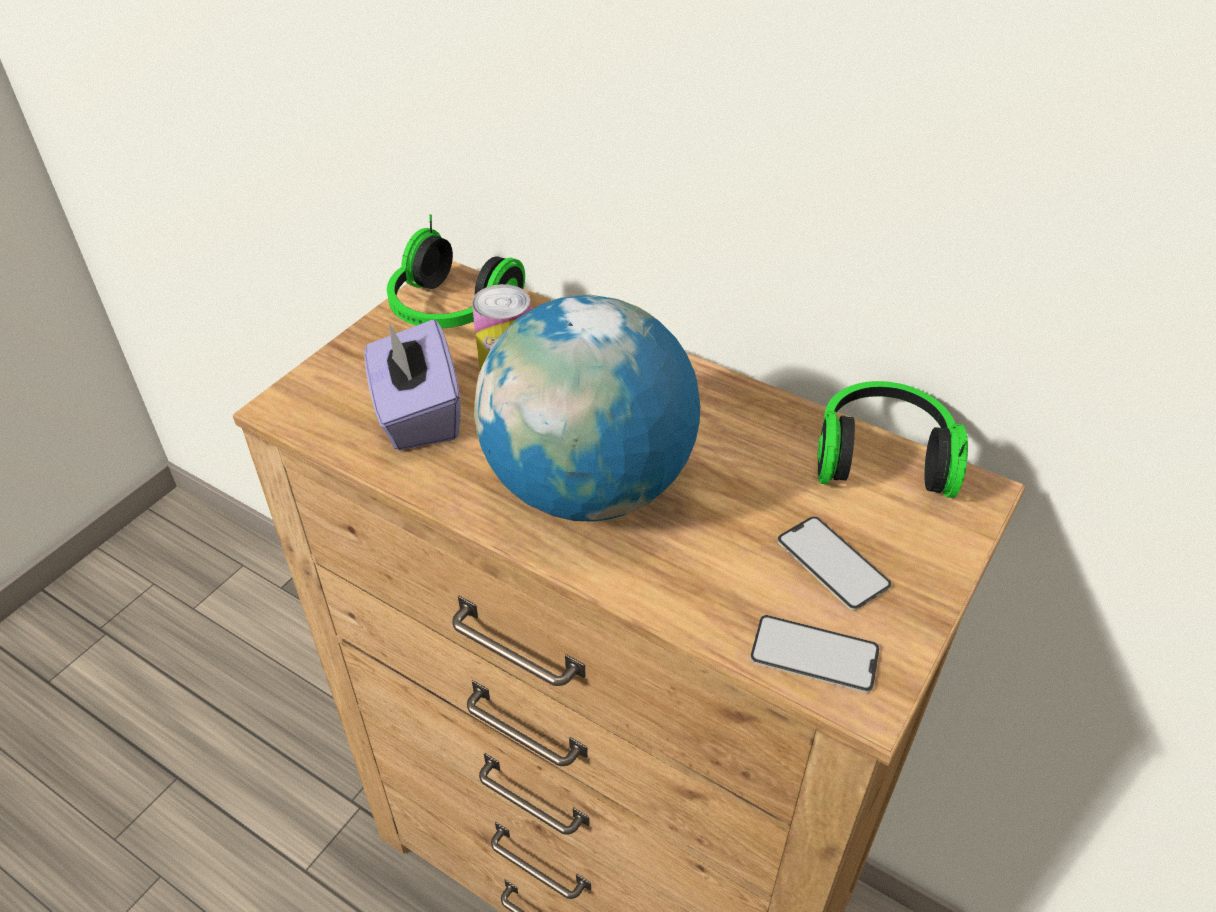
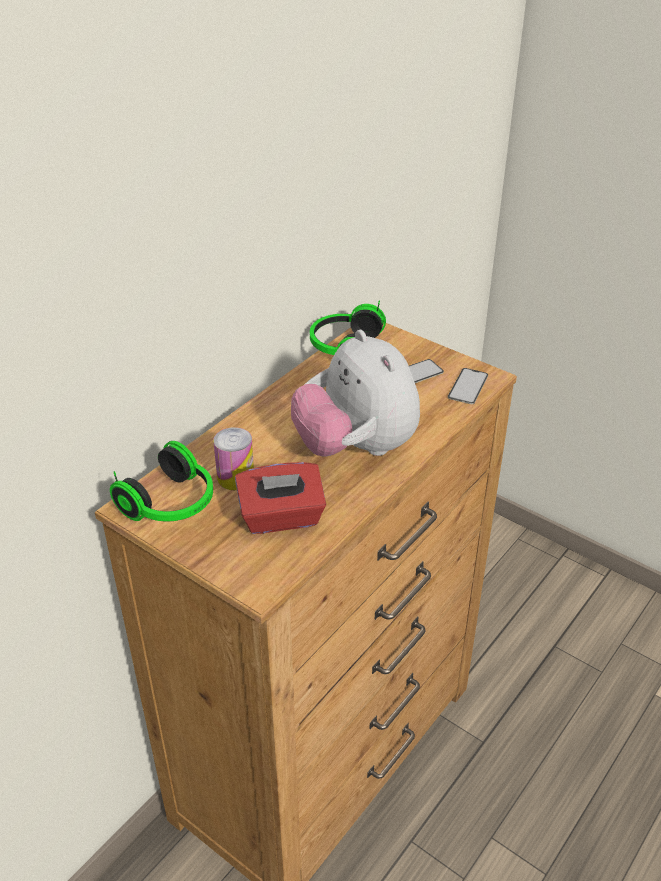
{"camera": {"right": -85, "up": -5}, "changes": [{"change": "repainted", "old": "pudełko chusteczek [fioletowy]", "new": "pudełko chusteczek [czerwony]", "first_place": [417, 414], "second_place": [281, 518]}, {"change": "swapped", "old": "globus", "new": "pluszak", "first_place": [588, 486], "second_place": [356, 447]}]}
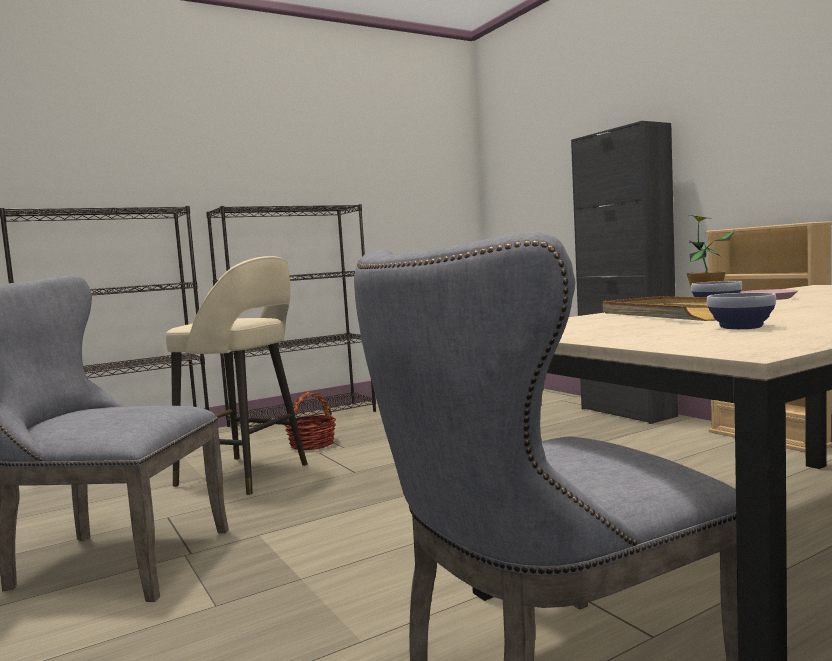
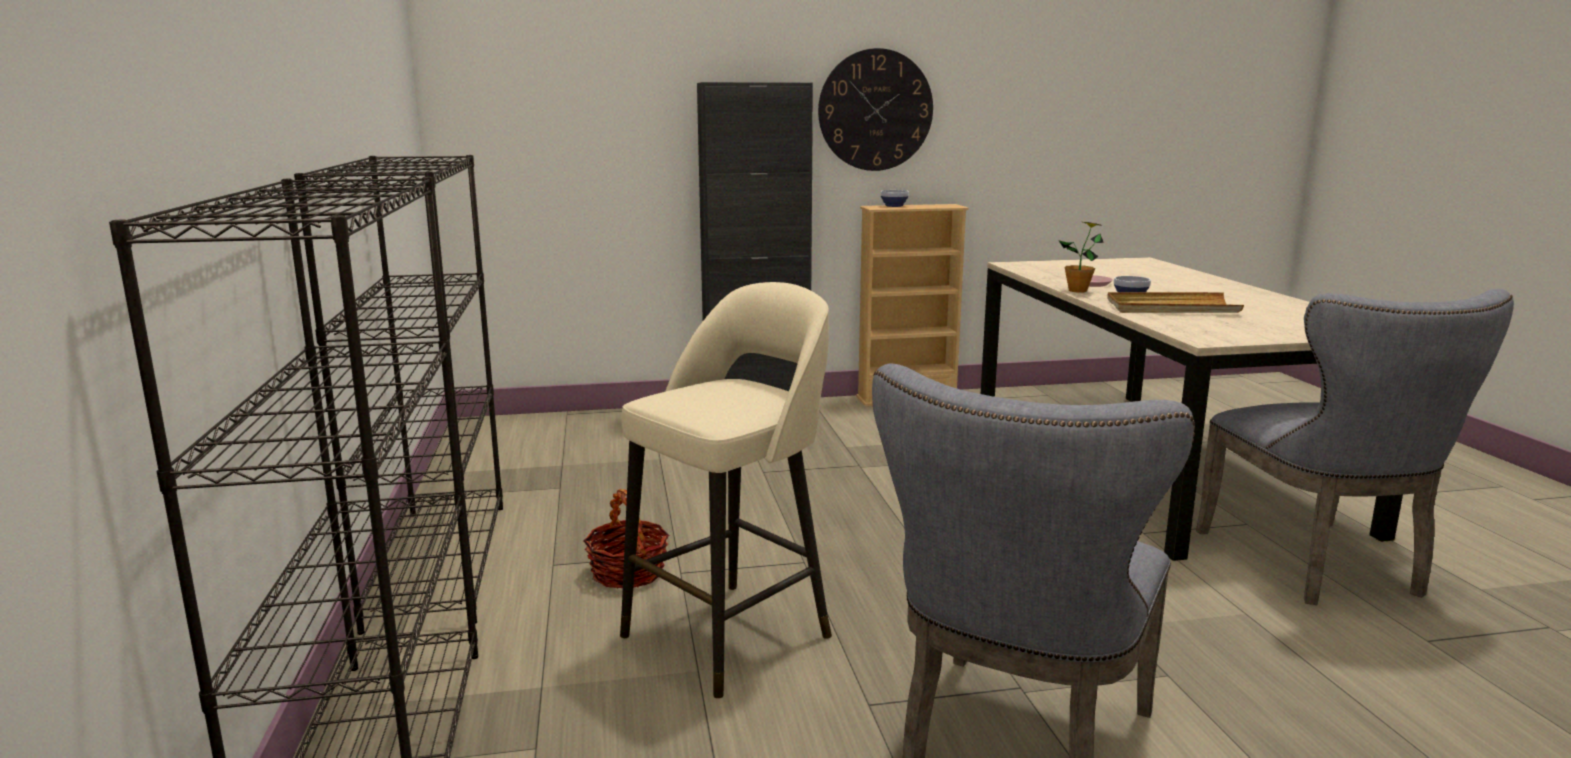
{"camera": {"right": -70, "up": 10}, "changes": [{"change": "new", "new": "zegar ścienny", "second_place": [875, 110]}, {"change": "shifted", "old": "miska", "first_place": [742, 327], "second_place": [895, 206]}]}
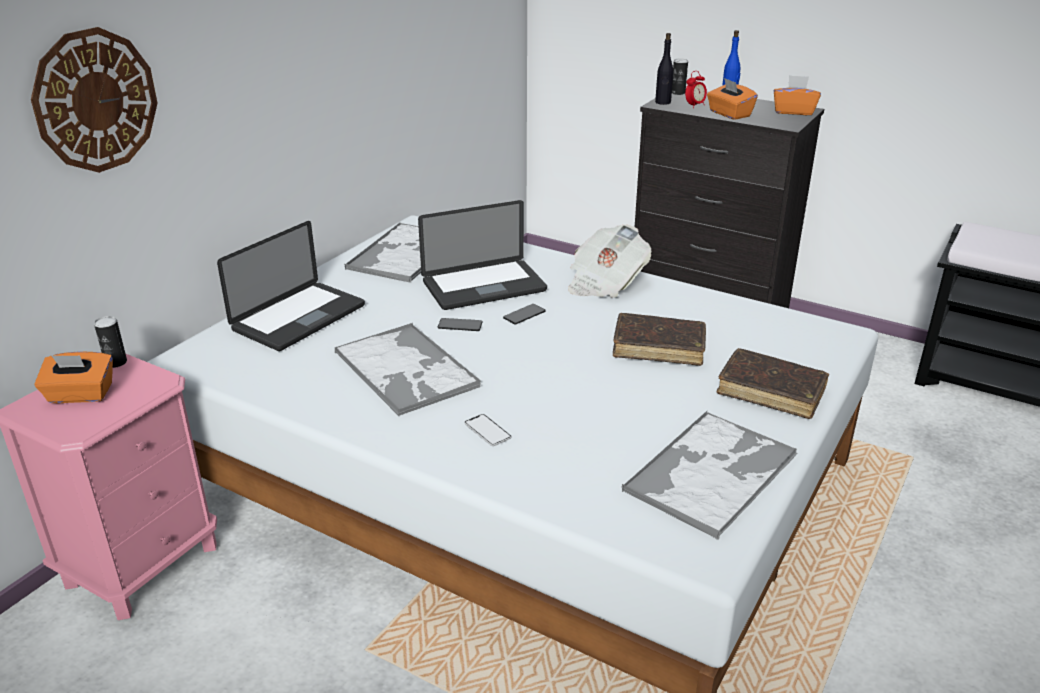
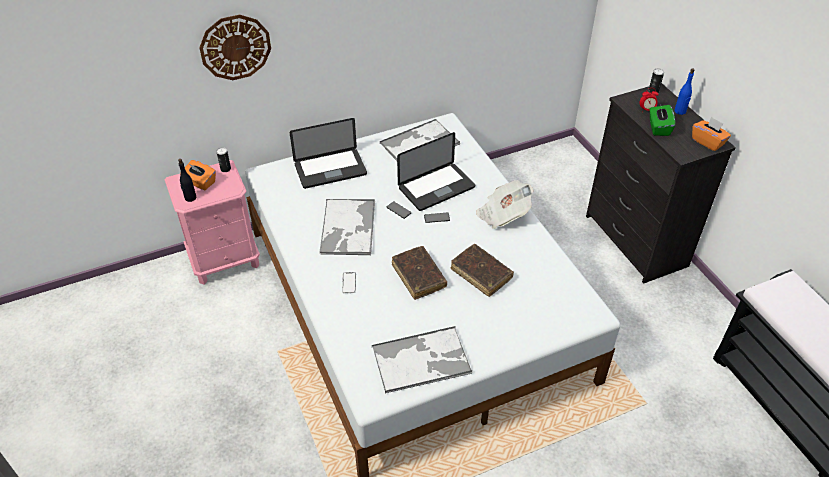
{"camera": {"right": 35, "up": 15}, "changes": [{"change": "shifted", "old": "butelka [czarny]", "first_place": [663, 102], "second_place": [190, 198]}, {"change": "shifted", "old": "książka [brązowy]", "first_place": [771, 392], "second_place": [418, 276]}, {"change": "rotated", "old": "laptop", "first_place": [484, 287], "second_place": [436, 188], "degrees": -45}, {"change": "repainted", "old": "pudełko chusteczek [pomarańczowy]", "new": "pudełko chusteczek [zielony]", "first_place": [729, 114], "second_place": [658, 128]}]}
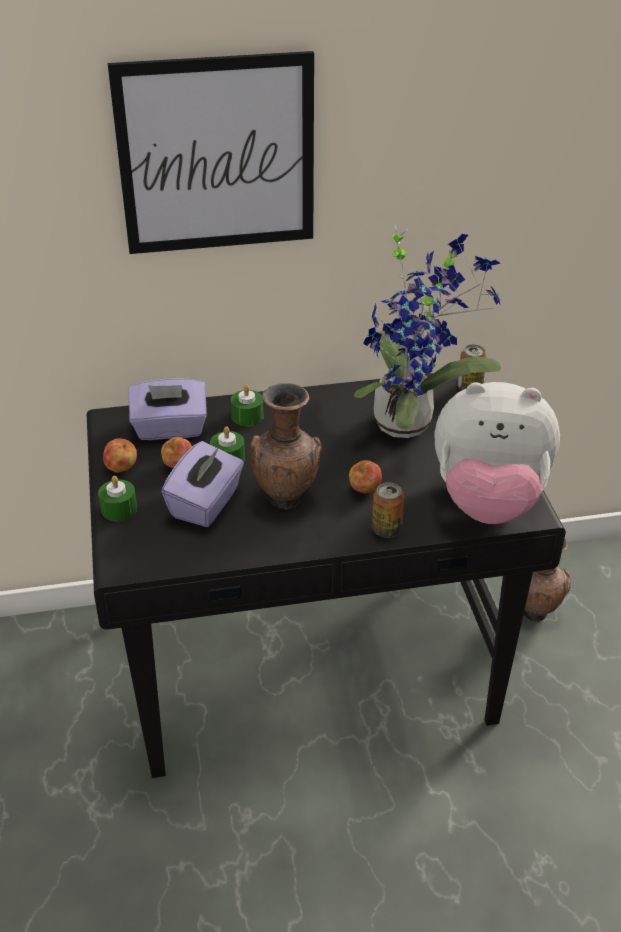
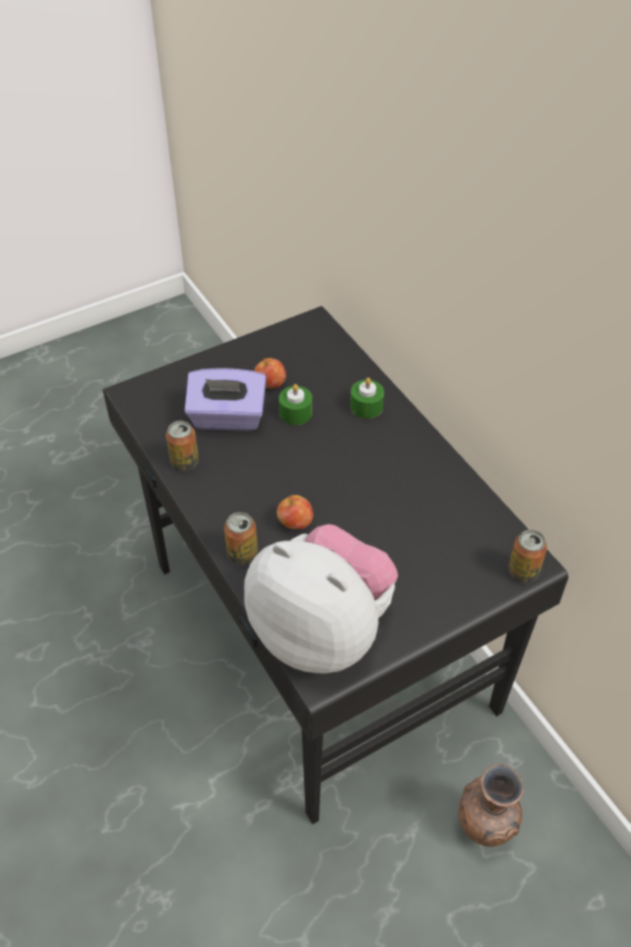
{"camera": {"right": 70, "up": 10}, "changes": [{"change": "new", "new": "puszka", "second_place": [185, 463]}, {"change": "rotated", "old": "pluszak", "first_place": [488, 501], "second_place": [322, 631], "degrees": 135}, {"change": "gone", "old": "świeca [zielony]", "first_place": [119, 509]}, {"change": "gone", "old": "jabłko", "first_place": [121, 468]}, {"change": "gone", "old": "obraz", "first_place": [217, 155]}, {"change": "gone", "old": "pudełko chusteczek [fioletowy]", "first_place": [170, 429]}, {"change": "gone", "old": "wazon [brązowy]", "first_place": [286, 499]}, {"change": "gone", "old": "roślina doniczkowa", "first_place": [410, 421]}]}
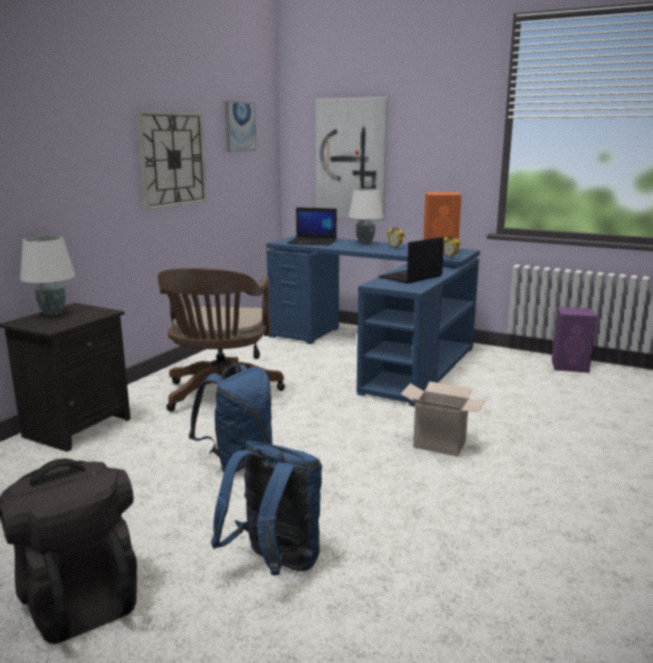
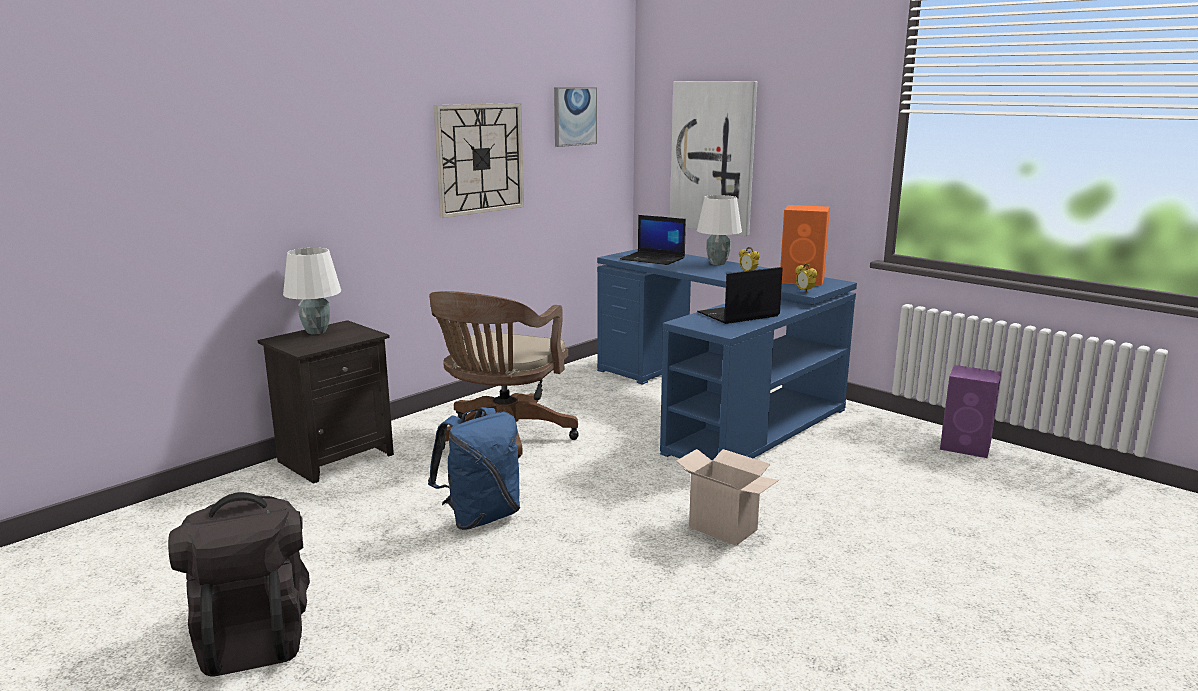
{"camera": {"right": 15, "up": 0}, "changes": [{"change": "gone", "old": "plecak [niebieski]", "first_place": [274, 564]}]}
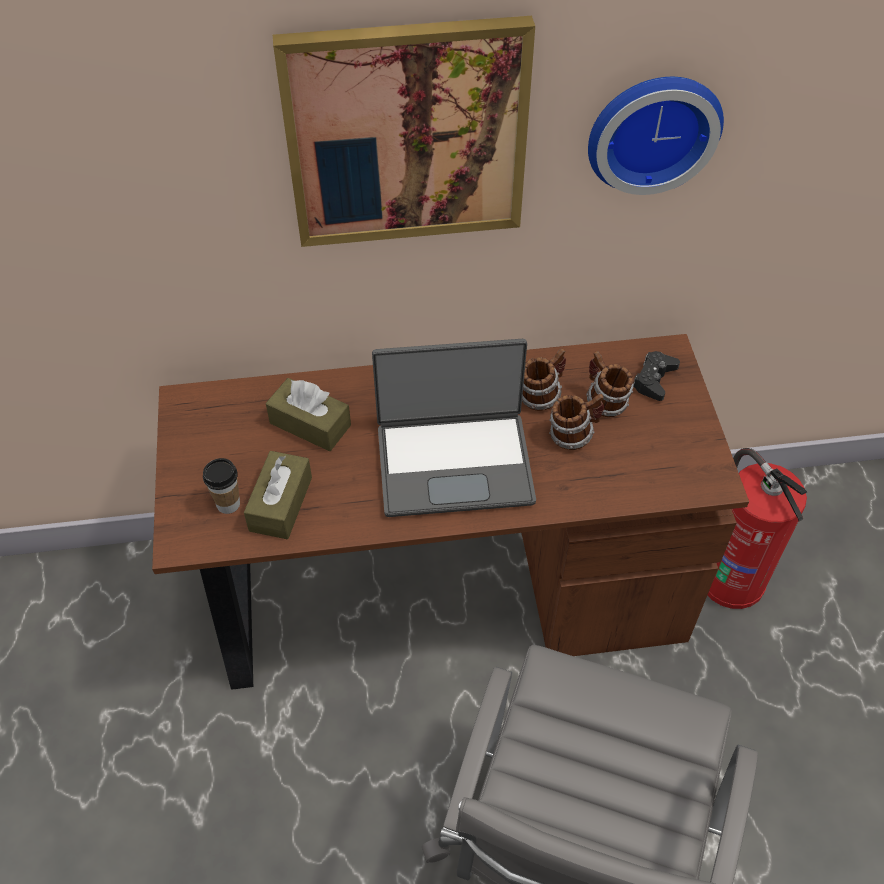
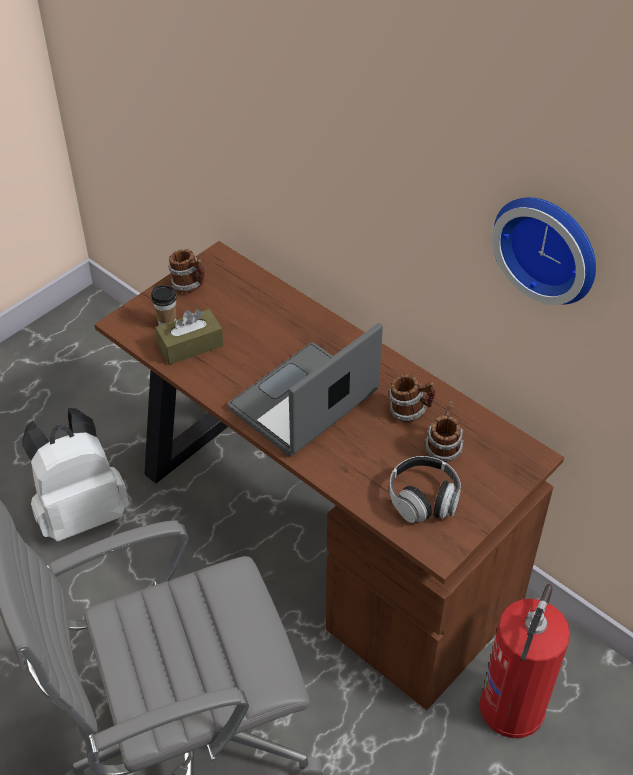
{"camera": {"right": 50, "up": -5}, "changes": [{"change": "new", "new": "plecak [biały]", "second_place": [81, 512]}, {"change": "shifted", "old": "kubek", "first_place": [573, 435], "second_place": [190, 285]}, {"change": "rotated", "old": "laptop", "first_place": [454, 463], "second_place": [305, 403], "degrees": 90}, {"change": "new", "new": "słuchawki", "second_place": [423, 499]}, {"change": "gone", "old": "pudełko chusteczek [brązowy]", "first_place": [310, 424]}, {"change": "gone", "old": "obraz", "first_place": [406, 134]}, {"change": "gone", "old": "pad do gier [czarny]", "first_place": [654, 379]}]}
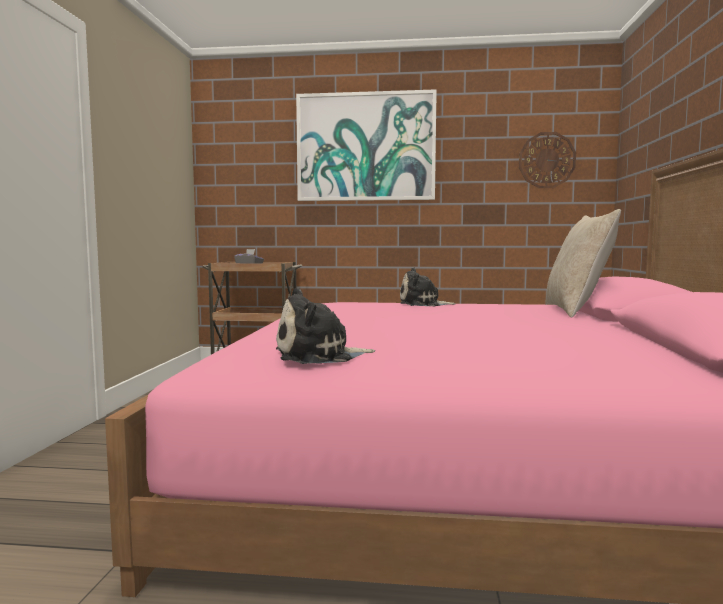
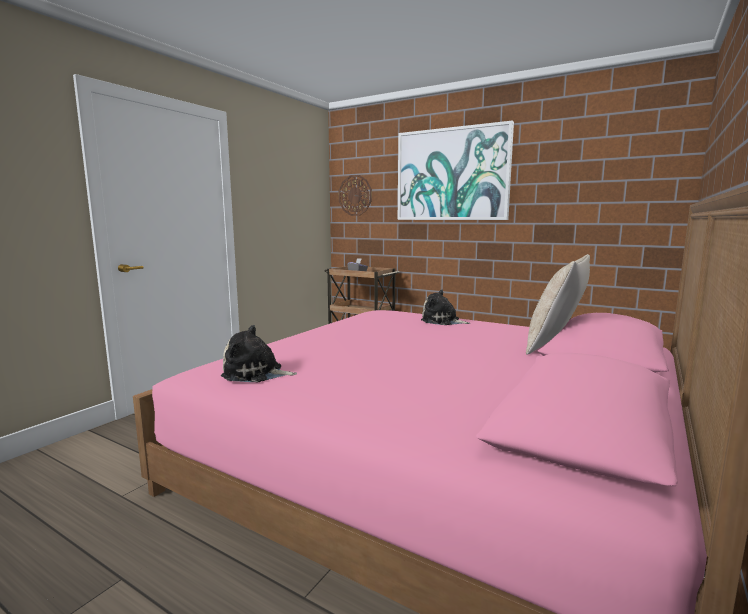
{"camera": {"right": 25, "up": 5}, "changes": [{"change": "shifted", "old": "zegar ścienny", "first_place": [546, 160], "second_place": [355, 195]}]}
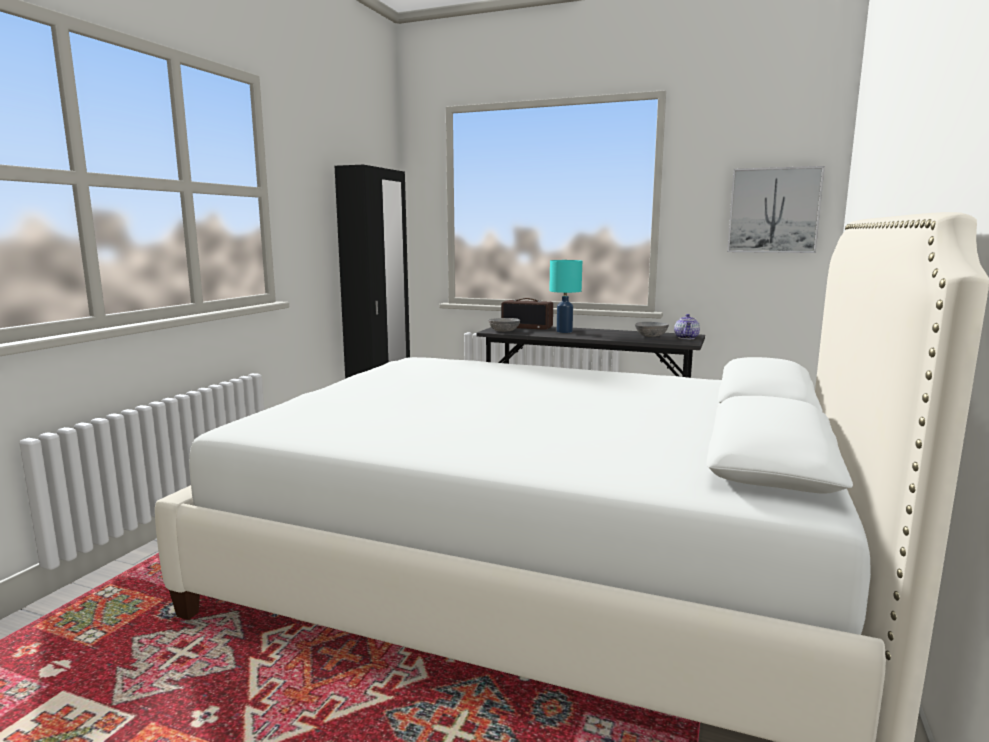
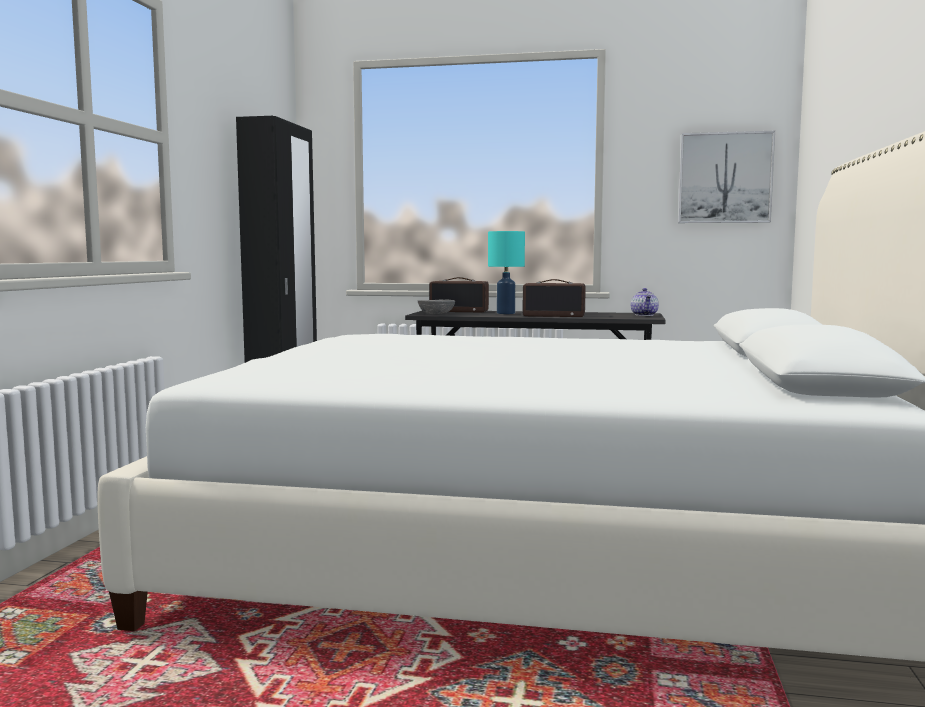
{"camera": {"right": -10, "up": -5}, "changes": [{"change": "new", "new": "radio", "second_place": [554, 315]}, {"change": "gone", "old": "miska [szary]", "first_place": [651, 336]}]}
